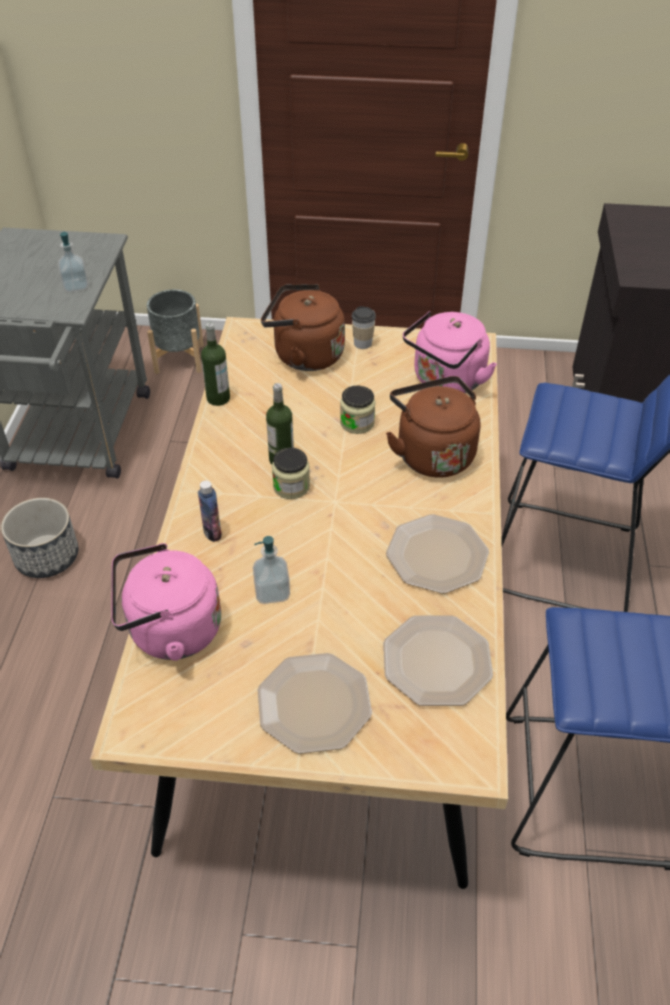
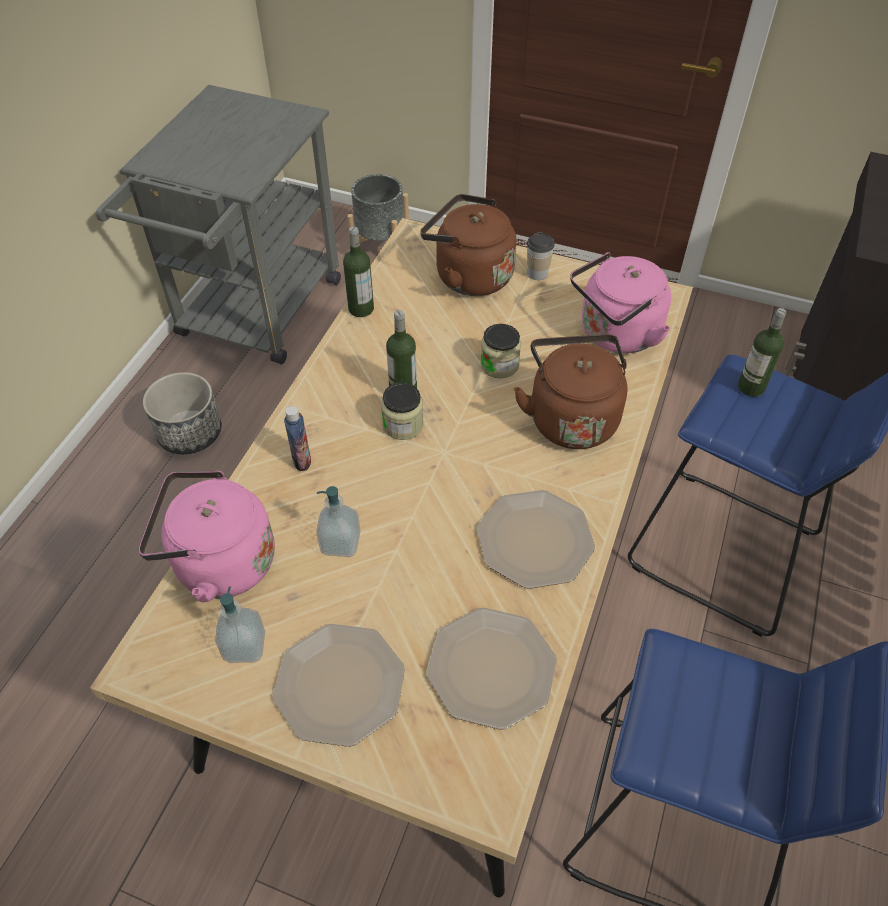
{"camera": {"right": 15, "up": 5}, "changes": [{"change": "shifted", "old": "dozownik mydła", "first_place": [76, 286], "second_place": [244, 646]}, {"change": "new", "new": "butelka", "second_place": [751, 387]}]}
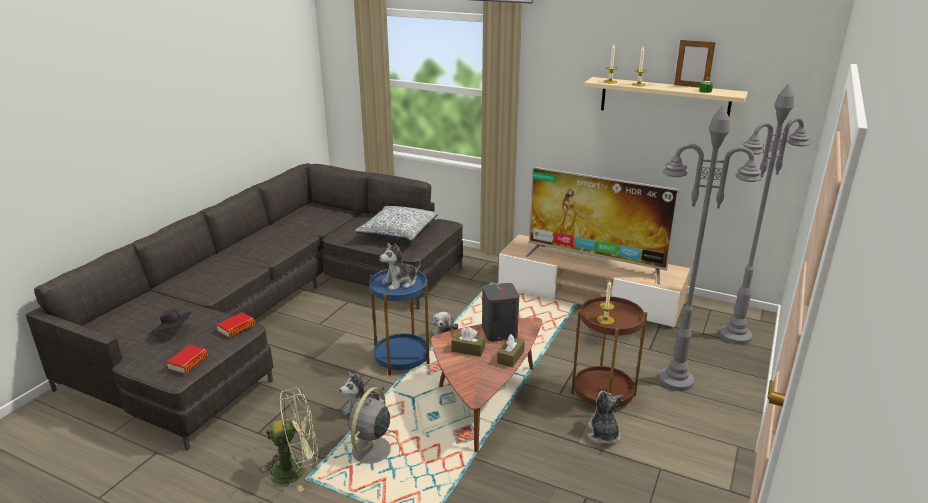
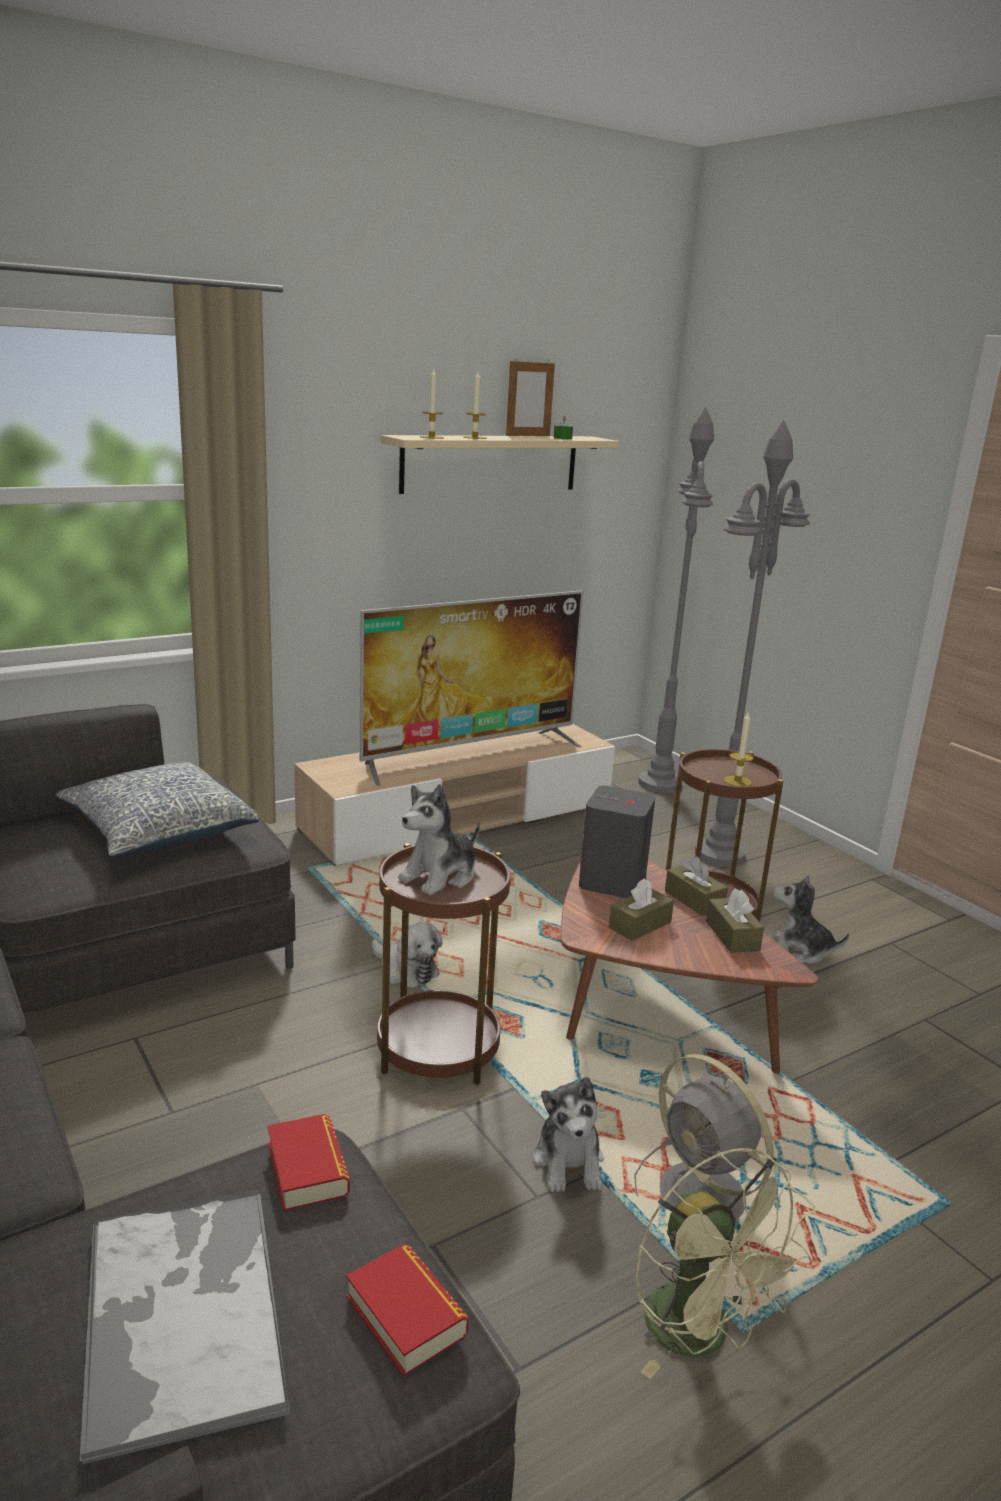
{"camera": {"right": -60, "up": -5}, "changes": [{"change": "swapped", "old": "kapelusz [czarny]", "new": "taca", "first_place": [174, 332], "second_place": [182, 1312]}, {"change": "repainted", "old": "stolik [niebieski]", "new": "stolik [brązowy]", "first_place": [402, 358], "second_place": [438, 1048]}, {"change": "rotated", "old": "pluszak", "first_place": [400, 282], "second_place": [440, 876], "degrees": 45}, {"change": "rotated", "old": "wentylator [zielony]", "first_place": [296, 469], "second_place": [701, 1336], "degrees": 135}, {"change": "new", "new": "pudełko chusteczek [brązowy]", "second_place": [732, 935]}]}
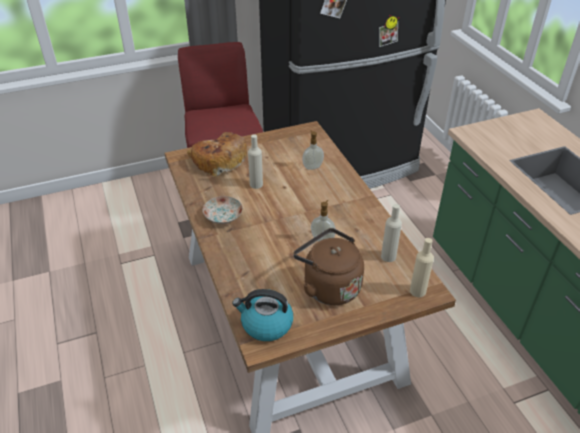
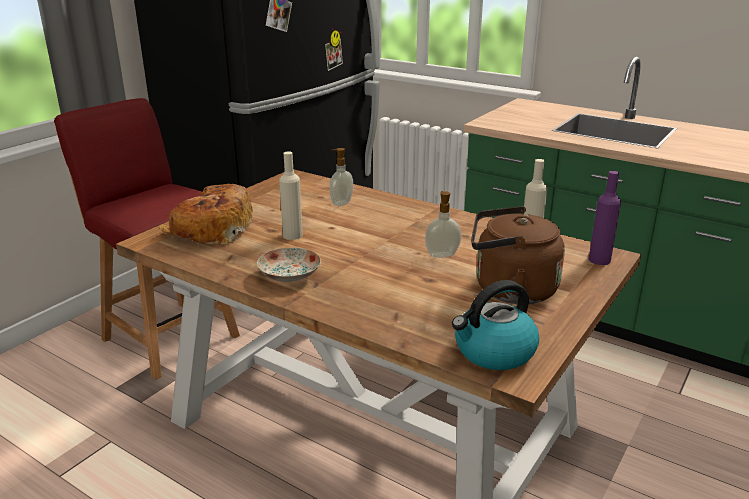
{"camera": {"right": -35, "up": -15}, "changes": [{"change": "repainted", "old": "butelka [beżowy]", "new": "butelka [fioletowy]", "first_place": [417, 291], "second_place": [599, 260]}]}
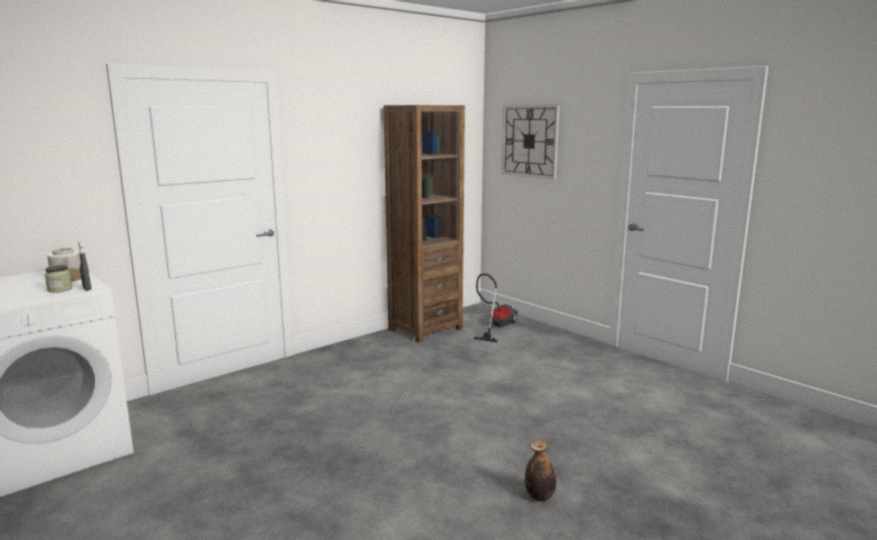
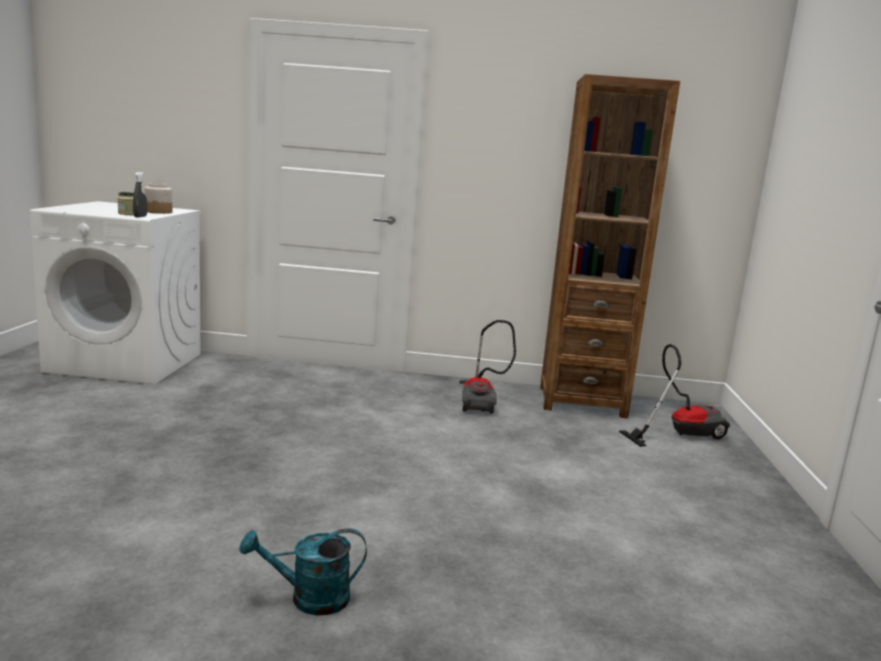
{"camera": {"right": 45, "up": 0}, "changes": [{"change": "swapped", "old": "butelka", "new": "konewka [turkusowy]", "first_place": [540, 496], "second_place": [309, 599]}, {"change": "new", "new": "odkurzacz", "second_place": [480, 401]}, {"change": "gone", "old": "zegar ścienny", "first_place": [530, 141]}]}
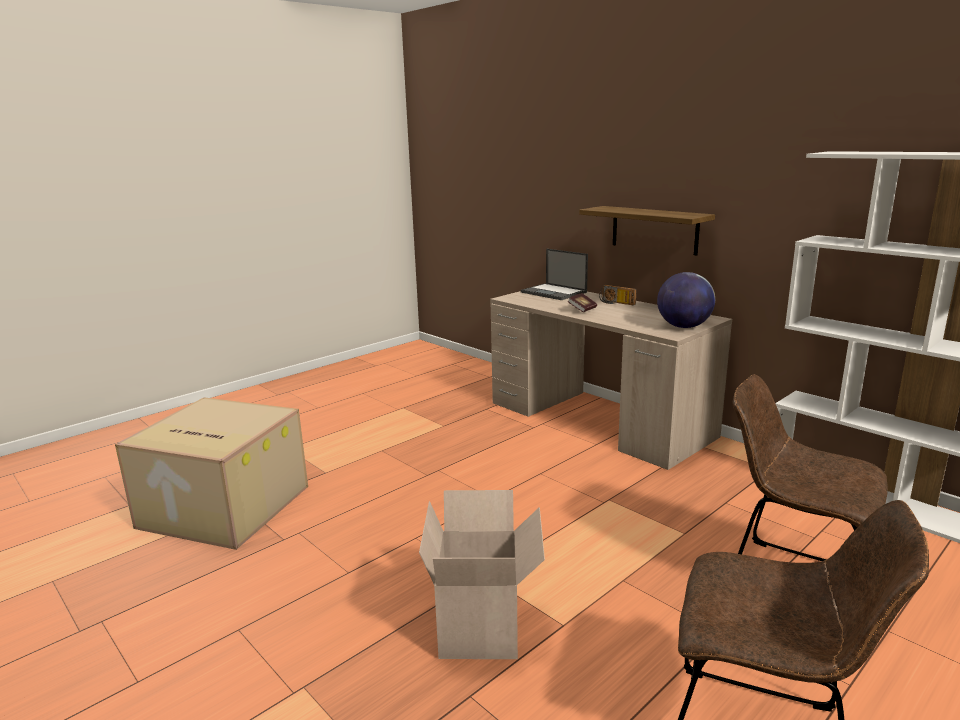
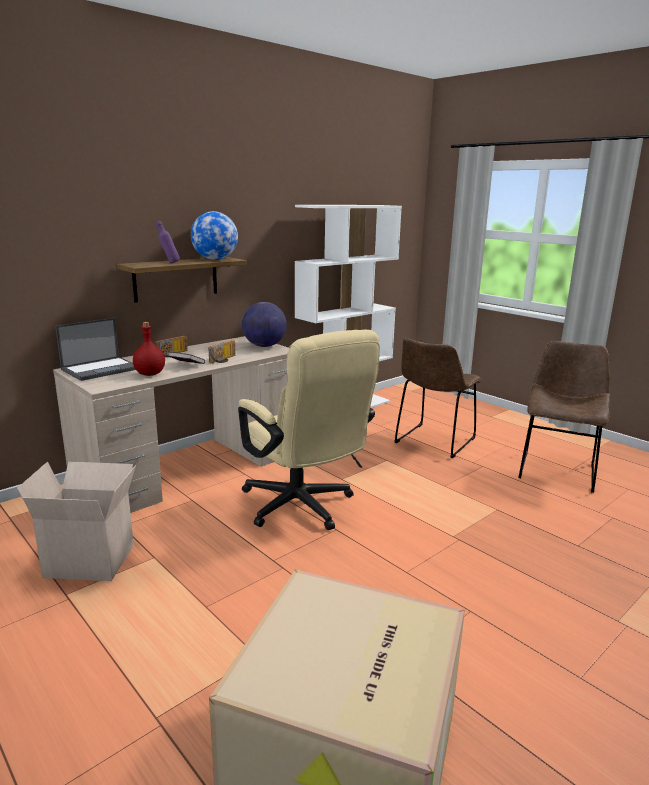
{"camera": {"right": -90, "up": 0}, "changes": [{"change": "shifted", "old": "karton", "first_place": [483, 628], "second_place": [92, 559]}, {"change": "new", "new": "butelka [czerwony]", "second_place": [149, 374]}, {"change": "new", "new": "butelka [fioletowy]", "second_place": [169, 263]}, {"change": "new", "new": "globus", "second_place": [215, 259]}, {"change": "new", "new": "radio", "second_place": [224, 360]}, {"change": "new", "new": "krzesło biurowe [beżowy]", "second_place": [303, 508]}]}
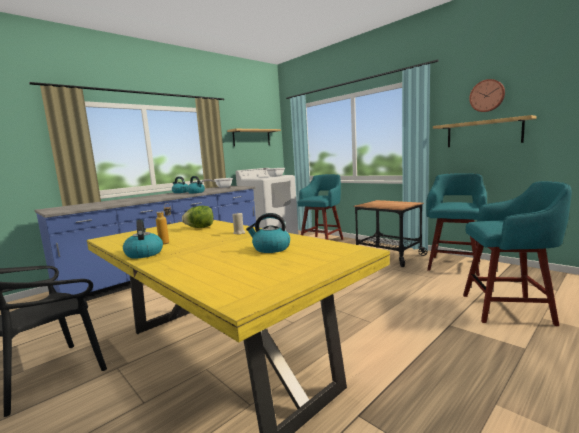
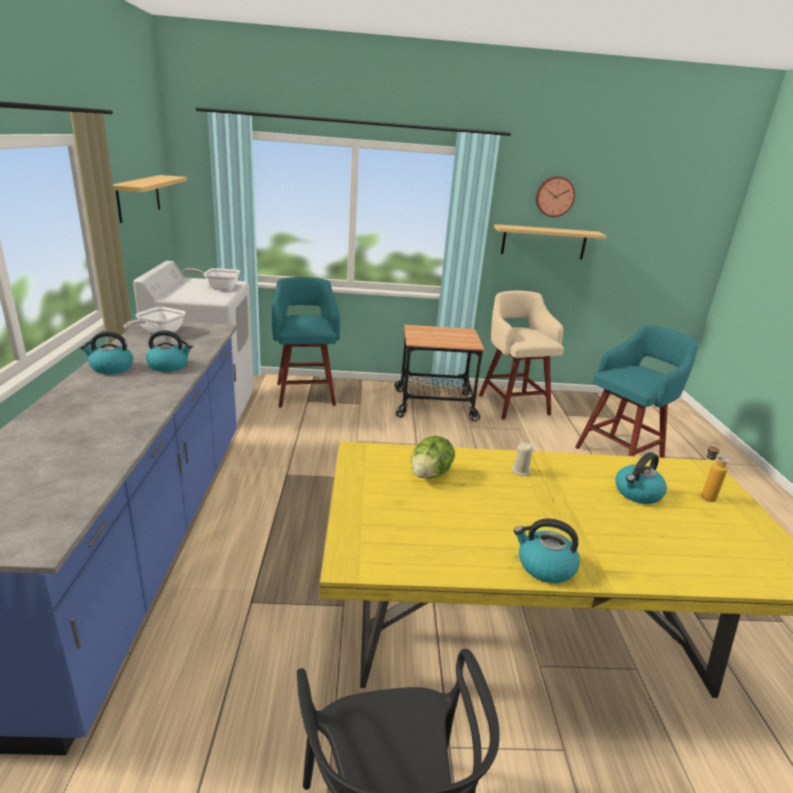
{"camera": {"right": -50, "up": 15}, "changes": [{"change": "repainted", "old": "stołek [turkusowy]", "new": "stołek [beżowy]", "first_place": [454, 265], "second_place": [512, 403]}, {"change": "shifted", "old": "butelka", "first_place": [167, 242], "second_place": [703, 495]}]}
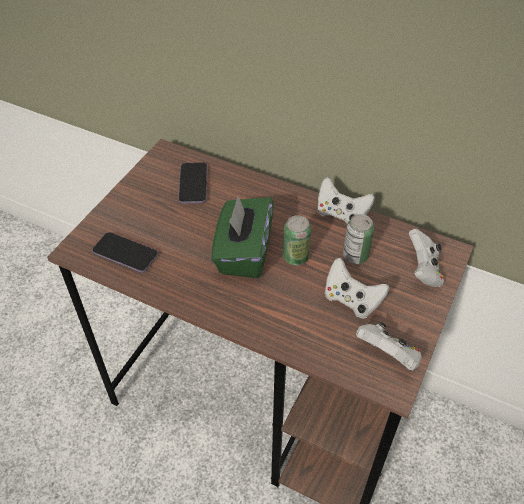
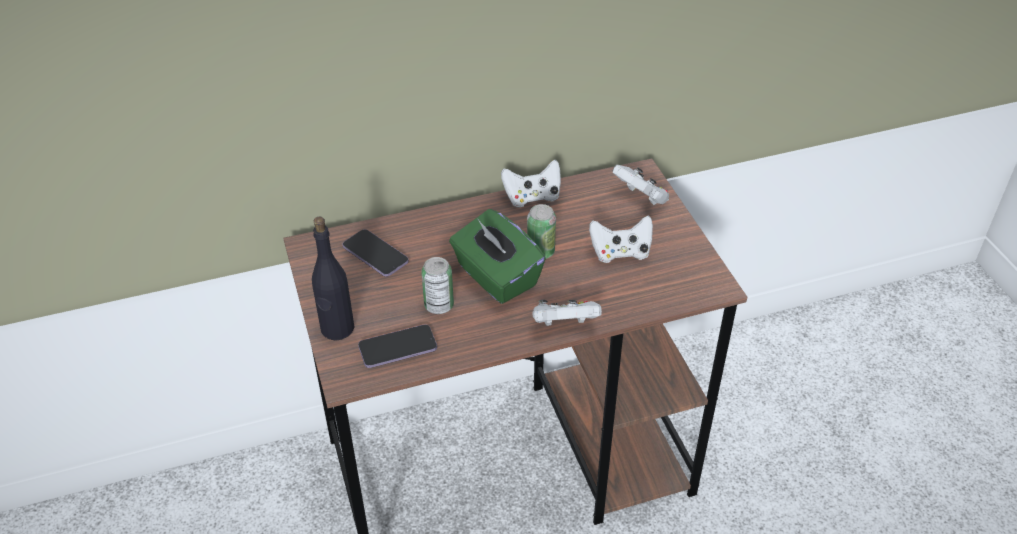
{"camera": {"right": -45, "up": -5}, "changes": [{"change": "new", "new": "butelka [czarny]", "second_place": [337, 328]}, {"change": "shifted", "old": "puszka", "first_place": [355, 256], "second_place": [439, 305]}, {"change": "shifted", "old": "pad do gier [biały]", "first_place": [388, 356], "second_place": [564, 325]}]}
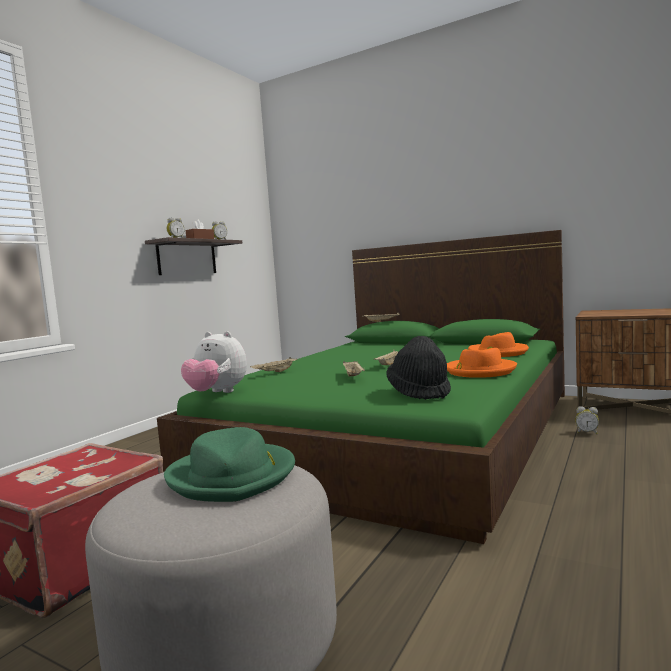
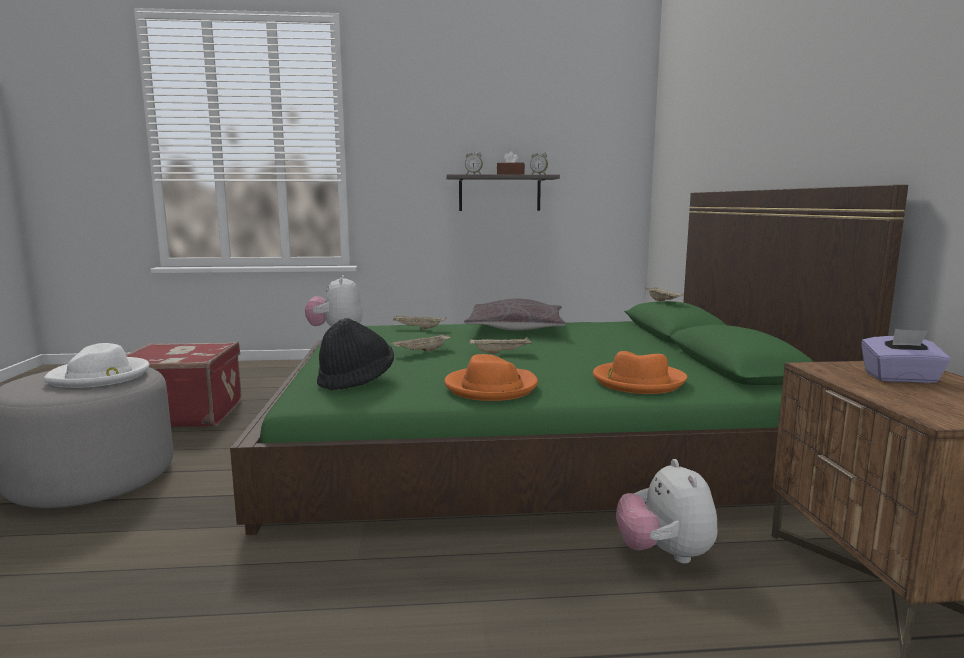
{"camera": {"right": 55, "up": 5}, "changes": [{"change": "repainted", "old": "kapelusz [zielony]", "new": "kapelusz [biały]", "first_place": [233, 476], "second_place": [100, 376]}, {"change": "new", "new": "poduszka [szary]", "second_place": [516, 328]}, {"change": "swapped", "old": "budzik", "new": "pluszak", "first_place": [587, 432], "second_place": [664, 554]}, {"change": "new", "new": "pudełko chusteczek [fioletowy]", "second_place": [901, 378]}]}
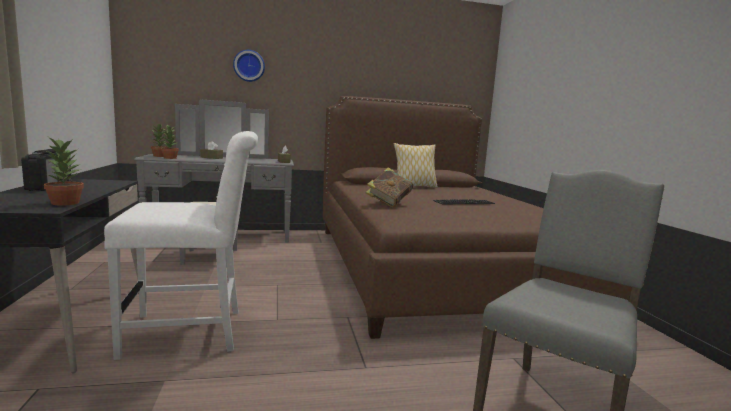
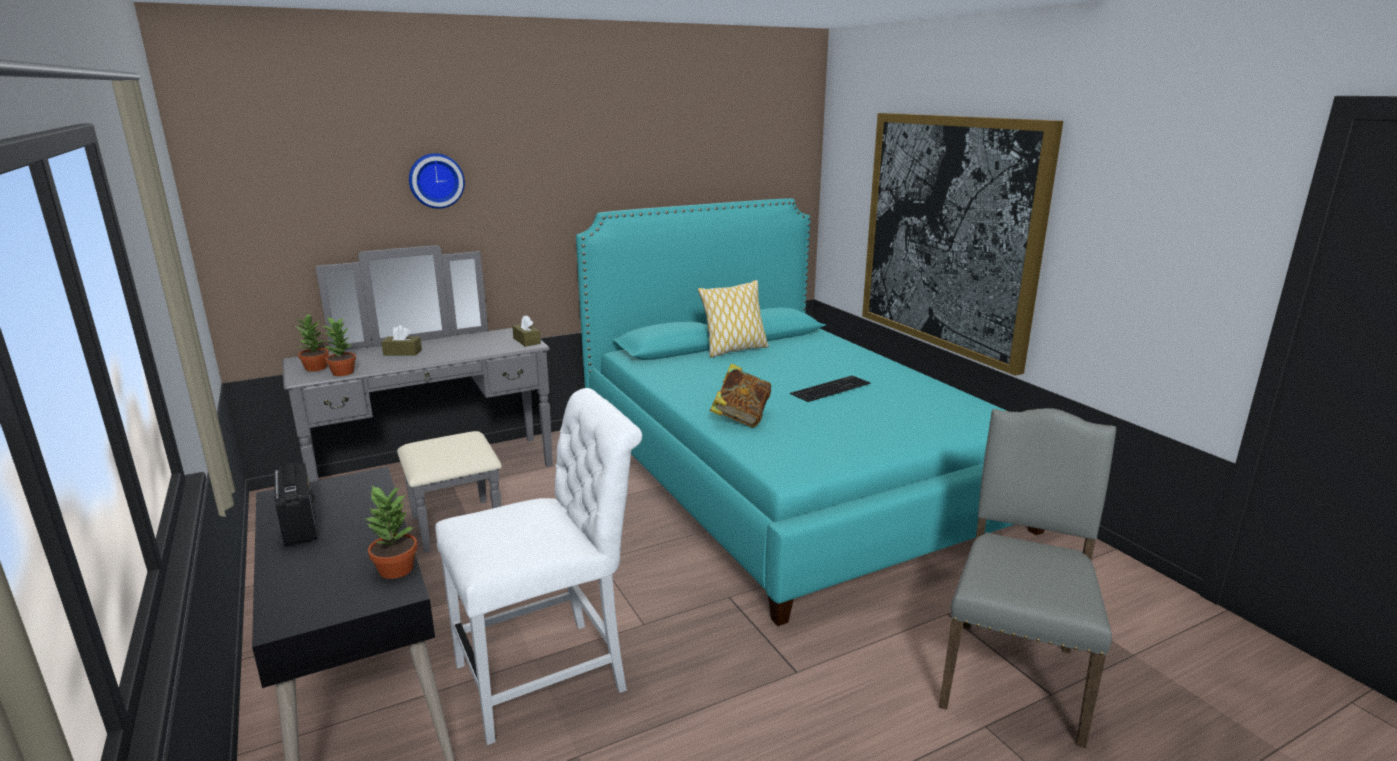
{"camera": {"right": -15, "up": 10}, "changes": [{"change": "repainted", "old": "łóżko [brązowy]", "new": "łóżko [turkusowy]", "first_place": [433, 267], "second_place": [787, 474]}, {"change": "new", "new": "obraz", "second_place": [950, 234]}]}
